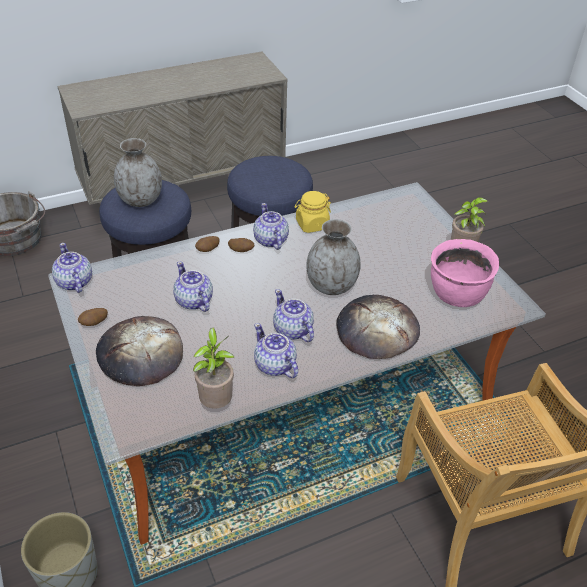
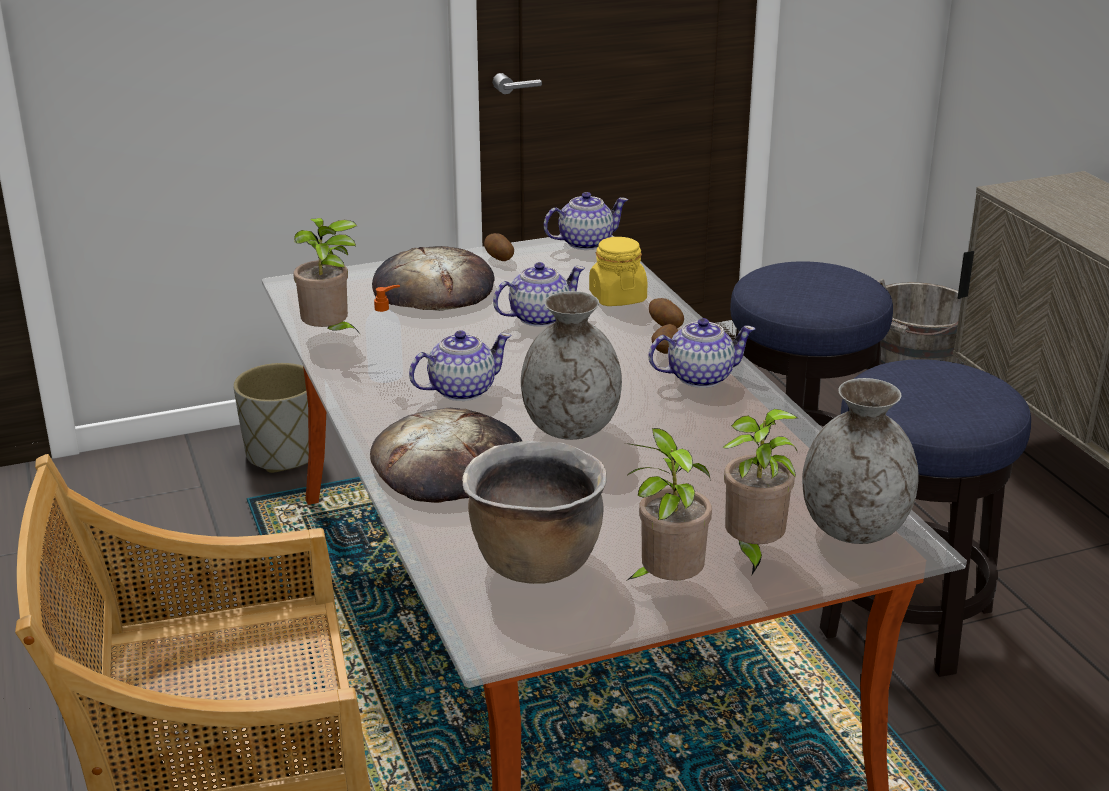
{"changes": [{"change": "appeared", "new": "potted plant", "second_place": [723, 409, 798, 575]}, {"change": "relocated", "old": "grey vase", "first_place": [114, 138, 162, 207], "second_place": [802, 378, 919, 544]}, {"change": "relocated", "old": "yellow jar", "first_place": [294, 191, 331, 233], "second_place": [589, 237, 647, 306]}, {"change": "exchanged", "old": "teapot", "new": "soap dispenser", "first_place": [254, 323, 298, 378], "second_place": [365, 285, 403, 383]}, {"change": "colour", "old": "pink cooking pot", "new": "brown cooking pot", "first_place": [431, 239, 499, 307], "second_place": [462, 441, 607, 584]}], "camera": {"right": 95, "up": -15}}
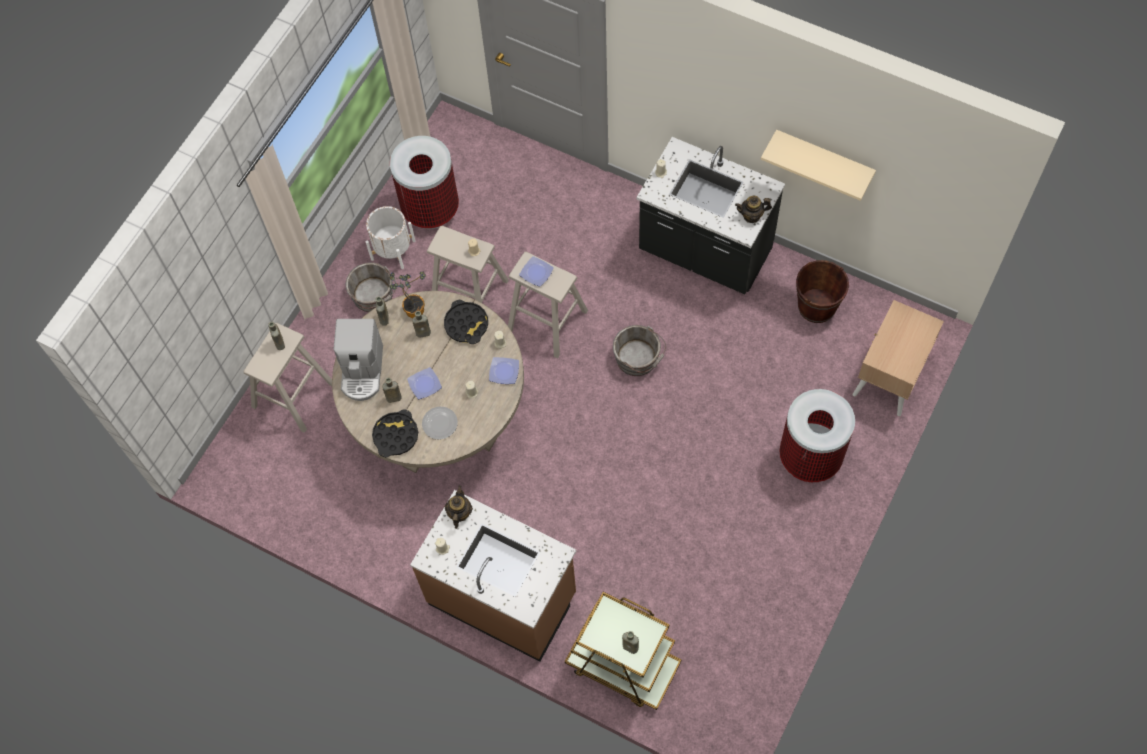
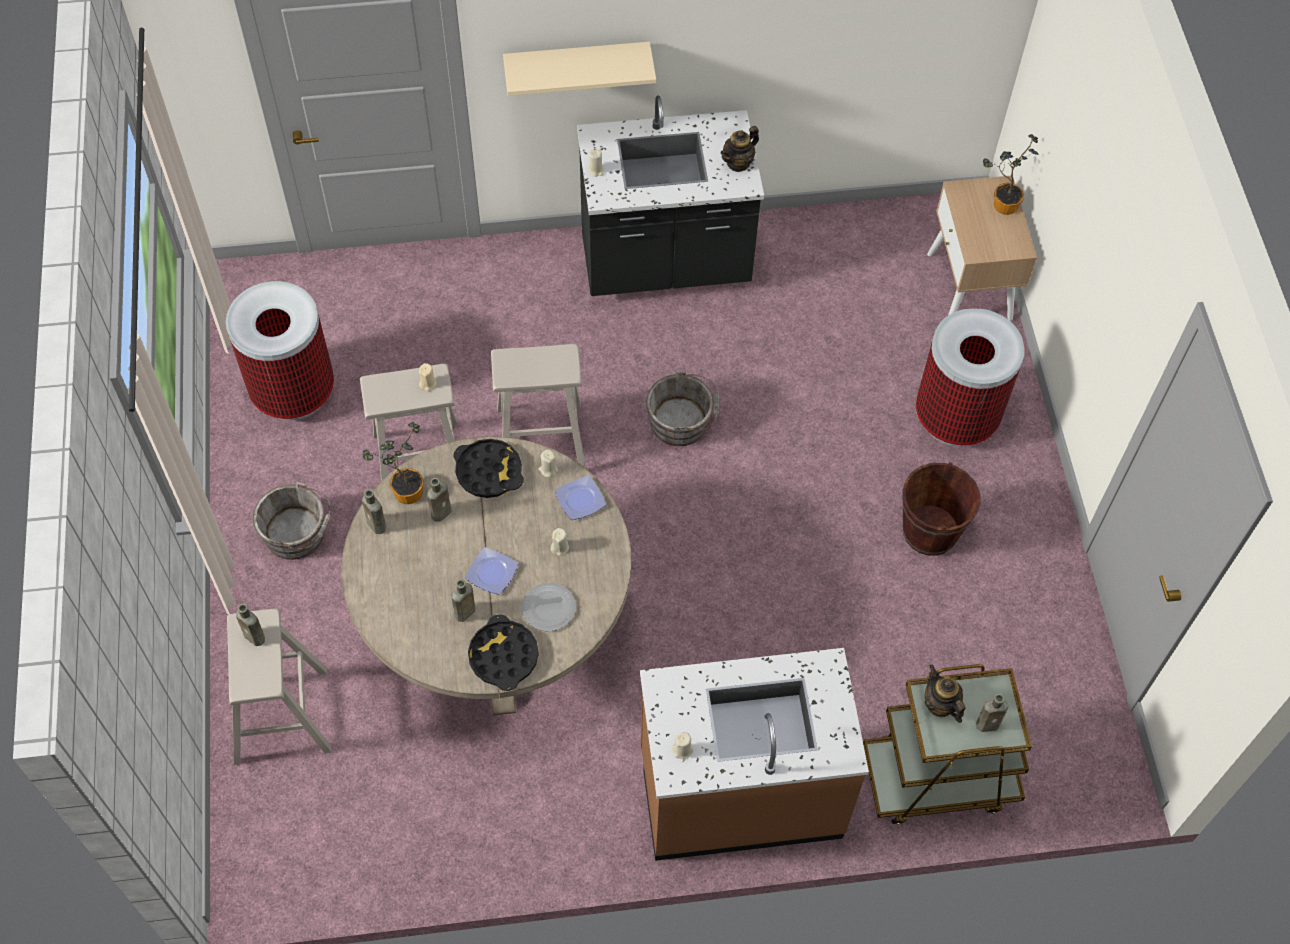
{"changes": [{"change": "missing", "old": "coffee machine", "first_place": [334, 319, 383, 401]}, {"change": "missing", "old": "white planter", "first_place": [366, 206, 416, 269]}, {"change": "missing", "old": "plate", "first_place": [519, 256, 554, 287]}, {"change": "appeared", "new": "potted plant", "second_place": [983, 134, 1039, 215]}, {"change": "relocated", "old": "teapot", "first_place": [445, 485, 473, 529], "second_place": [924, 665, 965, 723]}, {"change": "relocated", "old": "beige shelf", "first_place": [761, 130, 876, 201], "second_place": [503, 42, 656, 96]}, {"change": "relocated", "old": "brown bucket", "first_place": [796, 260, 849, 323], "second_place": [902, 462, 981, 556]}], "camera": {"right": -40, "up": -5}}
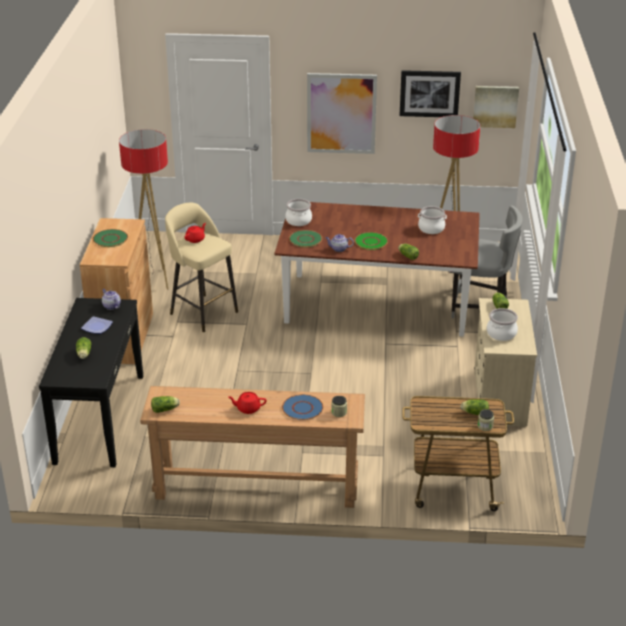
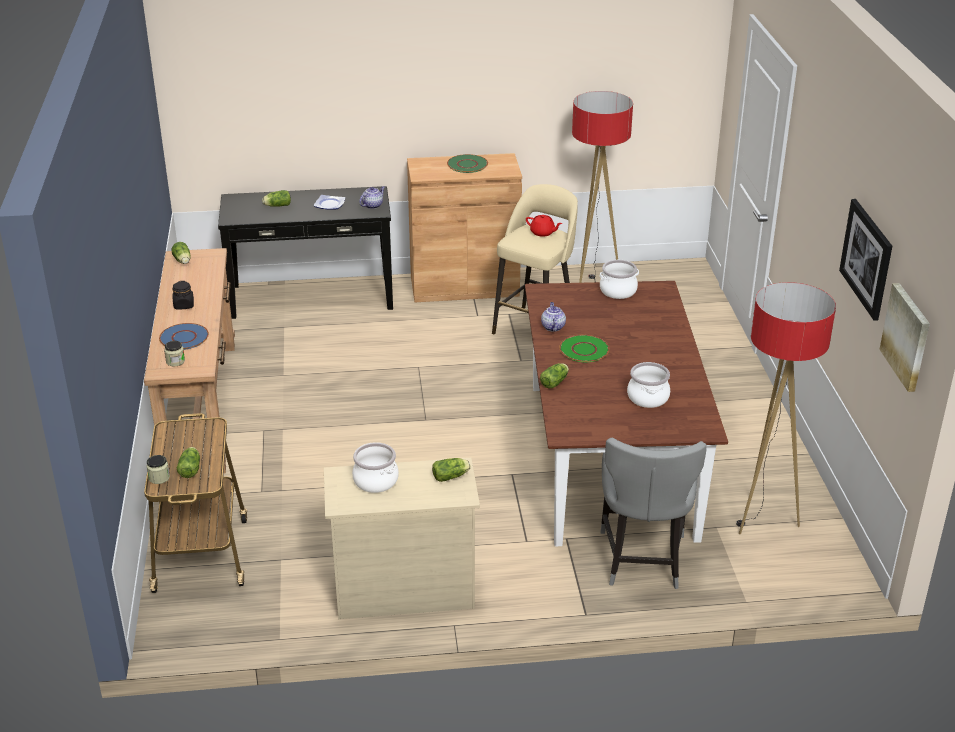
{"changes": [{"change": "missing", "old": "green plate", "first_place": [289, 230, 323, 247]}, {"change": "missing", "old": "picture", "first_place": [307, 73, 377, 154]}, {"change": "exchanged", "old": "red teapot", "new": "black jar", "first_place": [228, 392, 267, 414], "second_place": [172, 281, 194, 309]}], "camera": {"right": 80, "up": 0}}
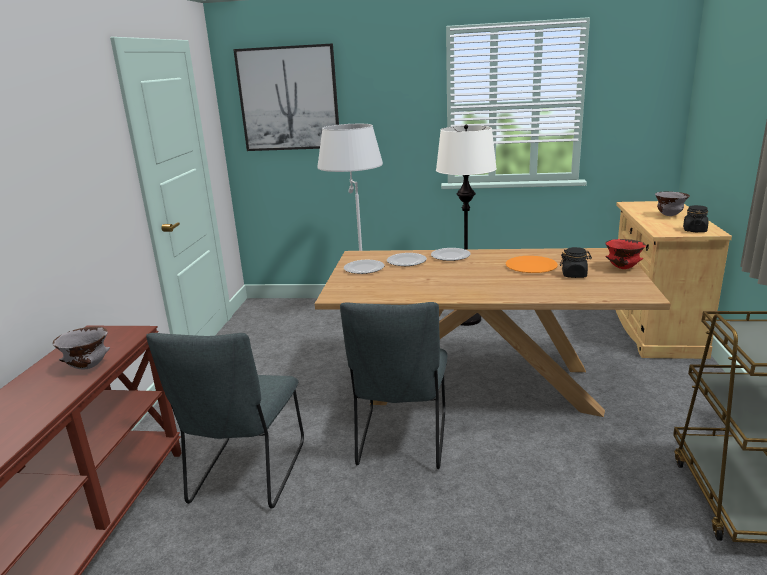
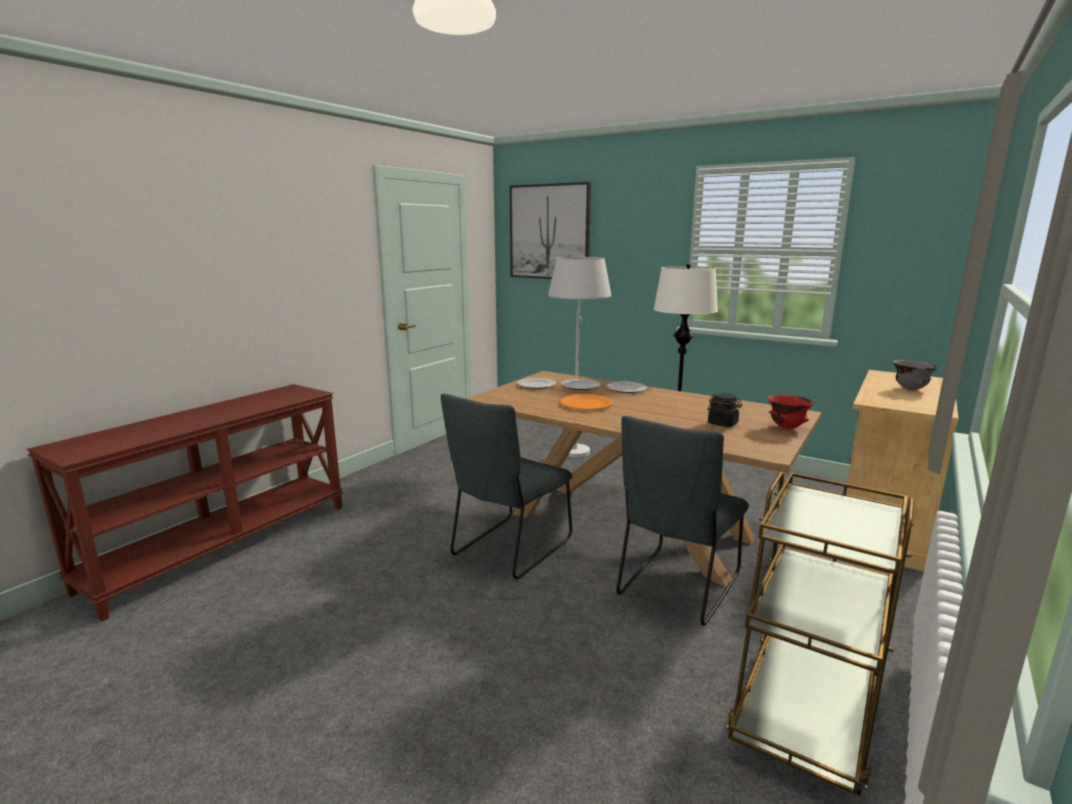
{"changes": [{"change": "missing", "old": "grey bowl", "first_place": [53, 326, 110, 369]}, {"change": "missing", "old": "black jar", "first_place": [683, 205, 708, 232]}, {"change": "relocated", "old": "grey chair", "first_place": [146, 333, 304, 509], "second_place": [616, 416, 749, 626]}, {"change": "relocated", "old": "orange plate", "first_place": [506, 256, 558, 273], "second_place": [560, 394, 613, 410]}], "camera": {"right": 25, "up": -5}}
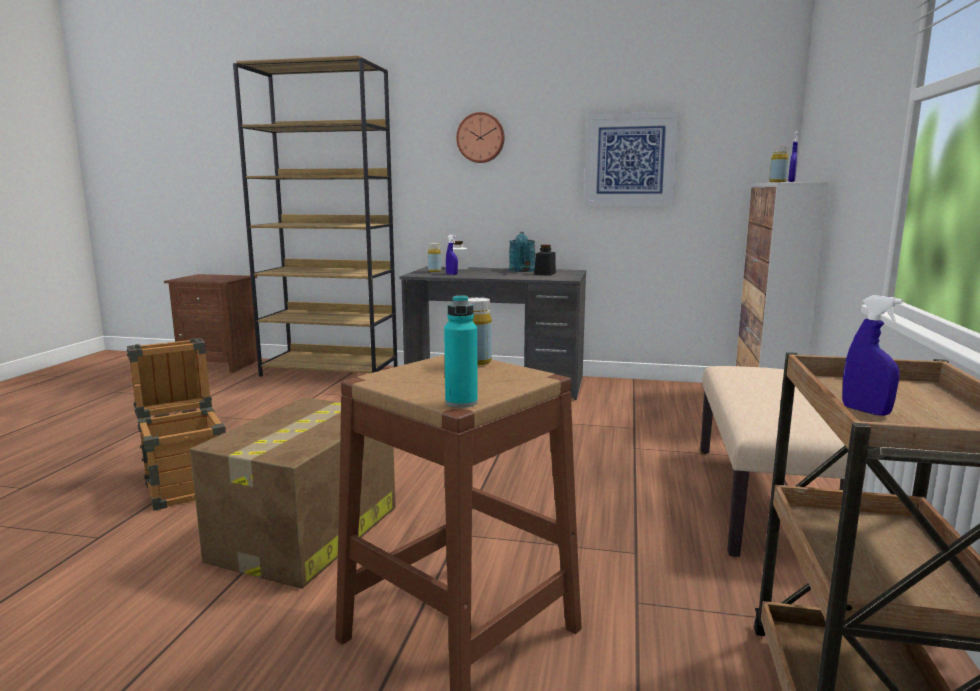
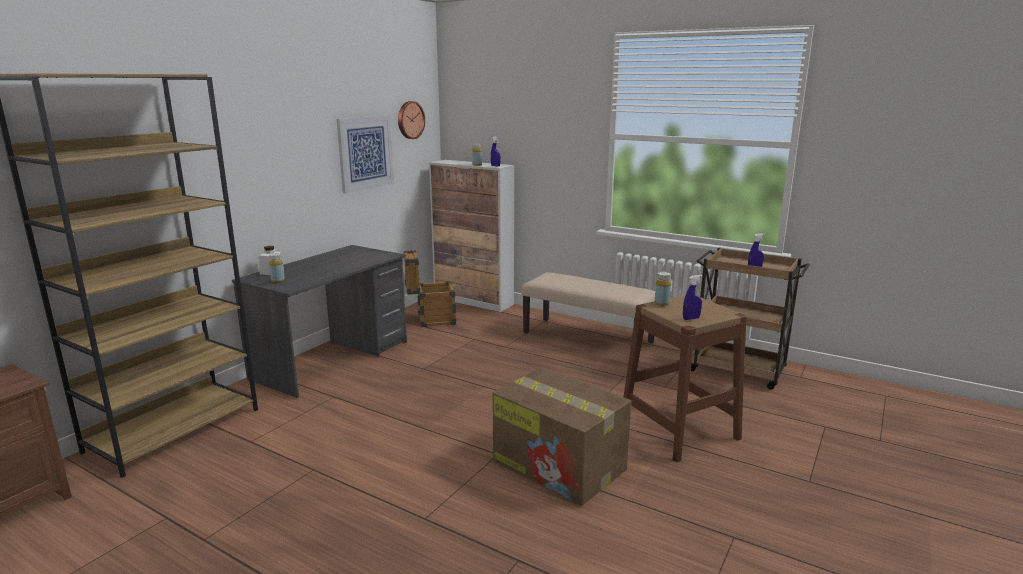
{"changes": [{"change": "missing", "old": "turquoise bottle", "first_place": [444, 295, 478, 408]}, {"change": "missing", "old": "turquoise watering can", "first_place": [509, 232, 535, 272]}, {"change": "missing", "old": "black jar", "first_place": [534, 245, 556, 276]}, {"change": "relocated", "old": "crate", "first_place": [127, 338, 226, 511], "second_place": [403, 250, 456, 327]}, {"change": "relocated", "old": "blue spray bottle", "first_place": [446, 235, 458, 275], "second_place": [683, 275, 702, 320]}, {"change": "relocated", "old": "wall clock", "first_place": [456, 112, 505, 163], "second_place": [398, 101, 425, 139]}], "camera": {"right": -70, "up": 5}}
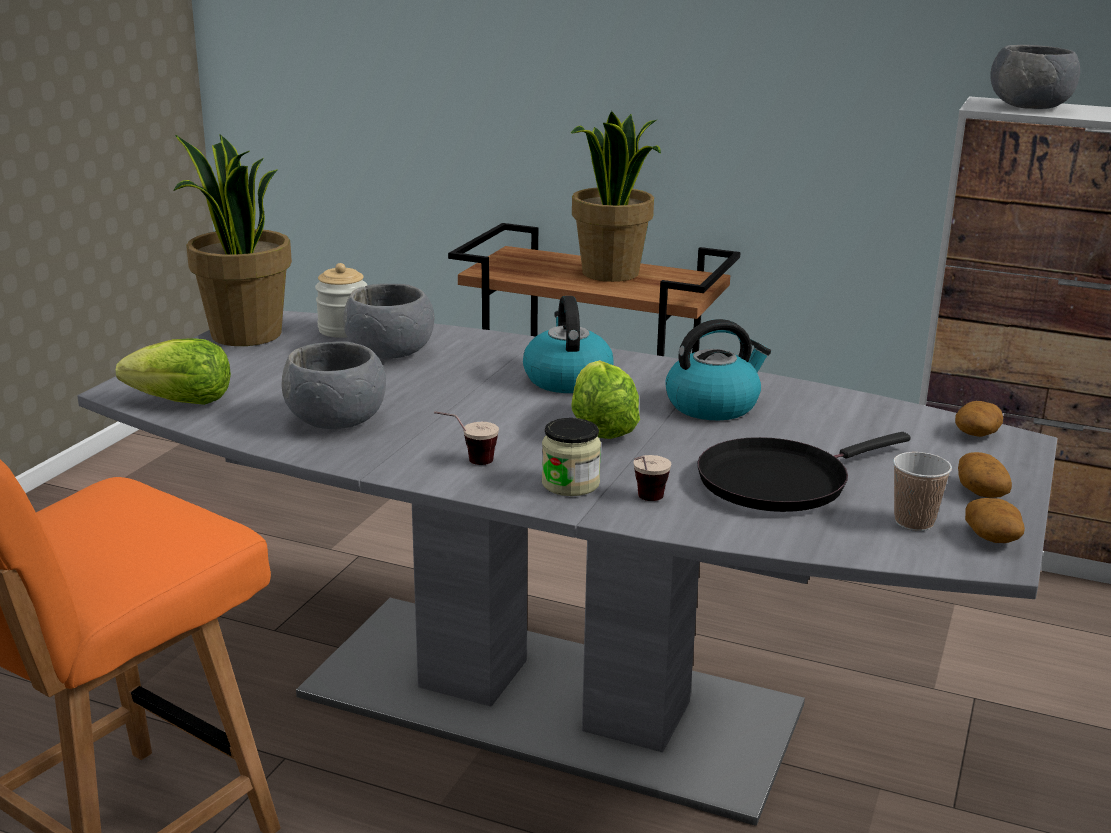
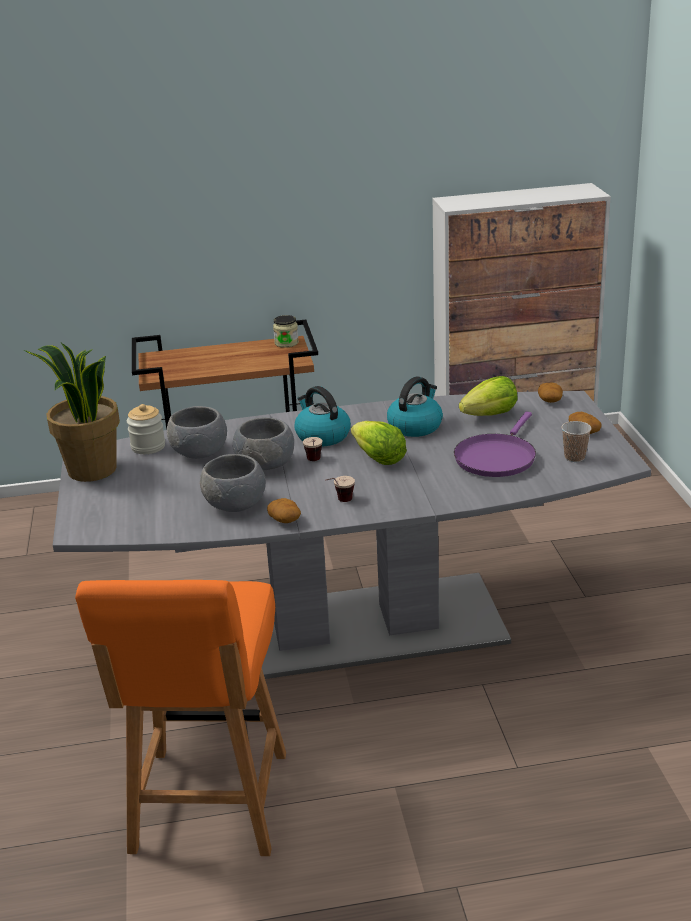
{"changes": [{"change": "missing", "old": "potted plant", "first_place": [571, 111, 661, 282]}, {"change": "relocated", "old": "lettuce", "first_place": [116, 338, 231, 405], "second_place": [459, 376, 518, 416]}, {"change": "relocated", "old": "jar", "first_place": [542, 418, 601, 496], "second_place": [273, 315, 299, 348]}, {"change": "relocated", "old": "cup", "first_place": [634, 455, 671, 501], "second_place": [303, 437, 323, 461]}, {"change": "relocated", "old": "potato", "first_place": [965, 498, 1025, 543], "second_place": [267, 498, 301, 523]}, {"change": "relocated", "old": "grey bowl", "first_place": [990, 45, 1080, 109], "second_place": [233, 417, 294, 470]}, {"change": "colour", "old": "black frying pan", "new": "purple frying pan", "first_place": [697, 432, 910, 512], "second_place": [454, 412, 536, 477]}], "camera": {"right": -30, "up": 5}}
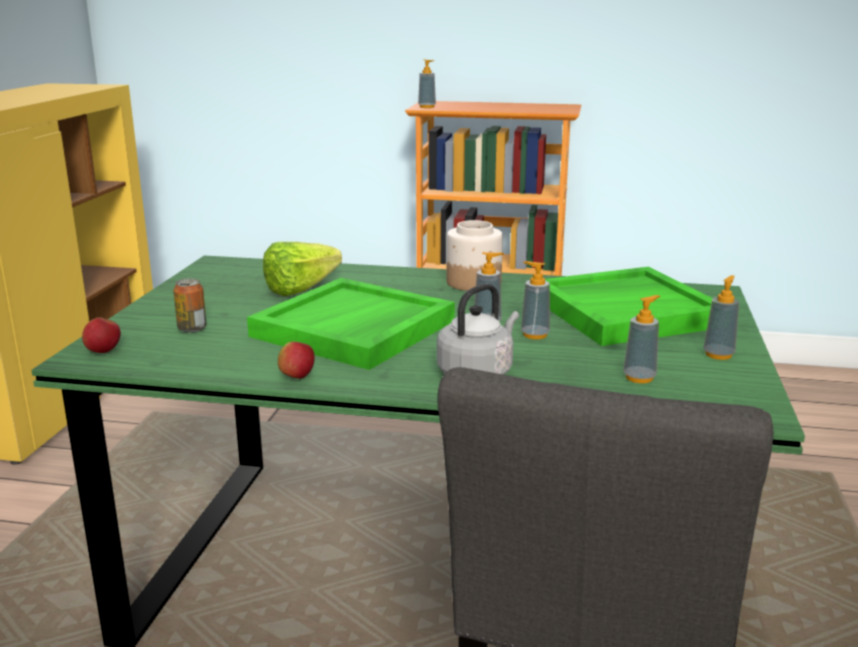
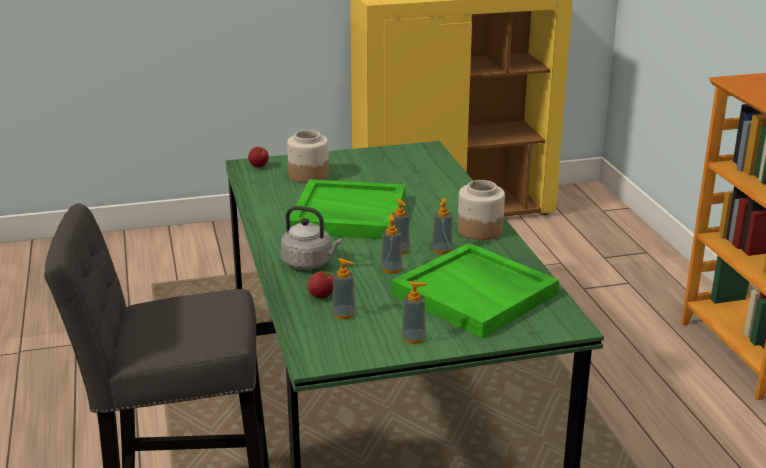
{"changes": [{"change": "missing", "old": "lettuce", "first_place": [263, 242, 342, 296]}, {"change": "relocated", "old": "apple", "first_place": [278, 342, 315, 379], "second_place": [308, 271, 333, 298]}, {"change": "relocated", "old": "soap dispenser", "first_place": [418, 59, 436, 108], "second_place": [432, 198, 453, 254]}, {"change": "exchanged", "old": "can", "new": "jar", "first_place": [173, 278, 206, 333], "second_place": [287, 130, 329, 183]}], "camera": {"right": 65, "up": 5}}
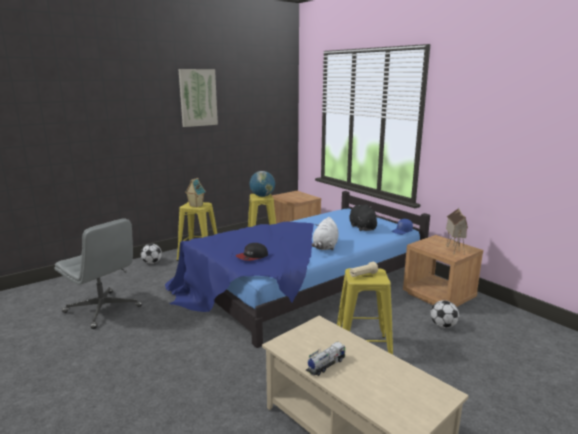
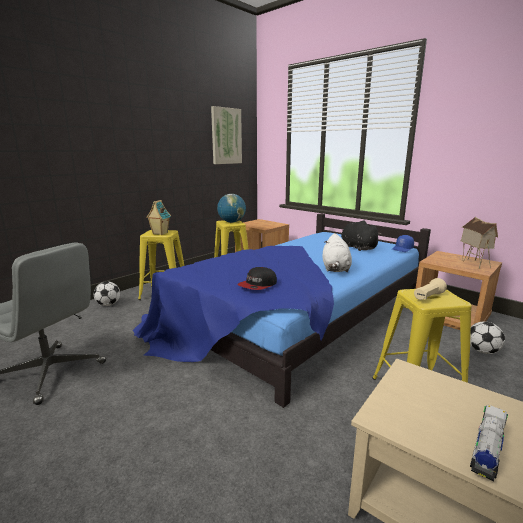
{"changes": [{"change": "relocated", "old": "picture", "first_place": [178, 69, 218, 127], "second_place": [211, 106, 242, 164]}], "camera": {"right": -10, "up": 0}}
